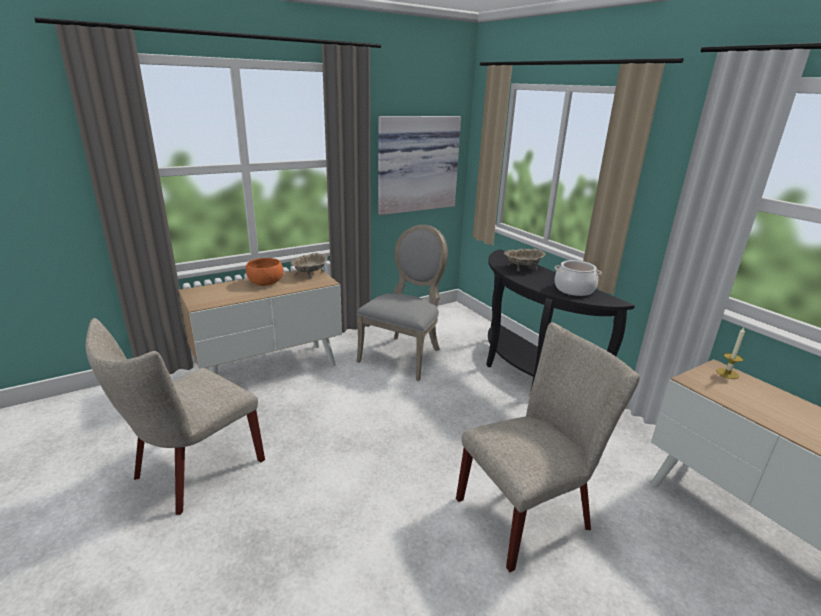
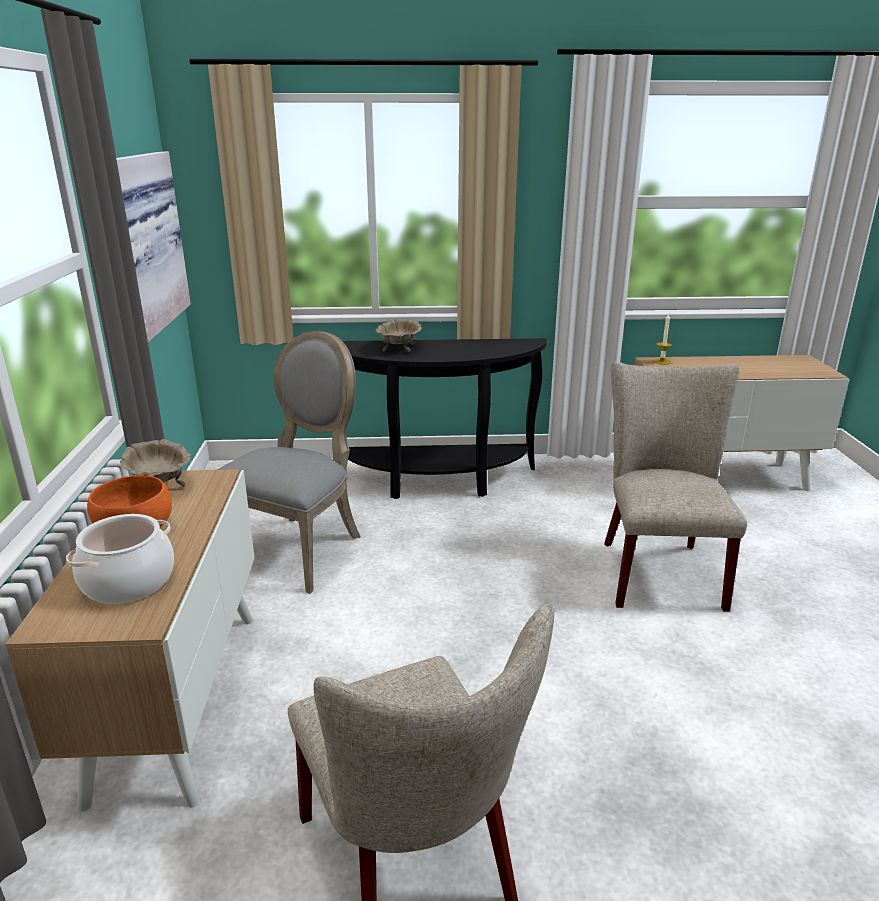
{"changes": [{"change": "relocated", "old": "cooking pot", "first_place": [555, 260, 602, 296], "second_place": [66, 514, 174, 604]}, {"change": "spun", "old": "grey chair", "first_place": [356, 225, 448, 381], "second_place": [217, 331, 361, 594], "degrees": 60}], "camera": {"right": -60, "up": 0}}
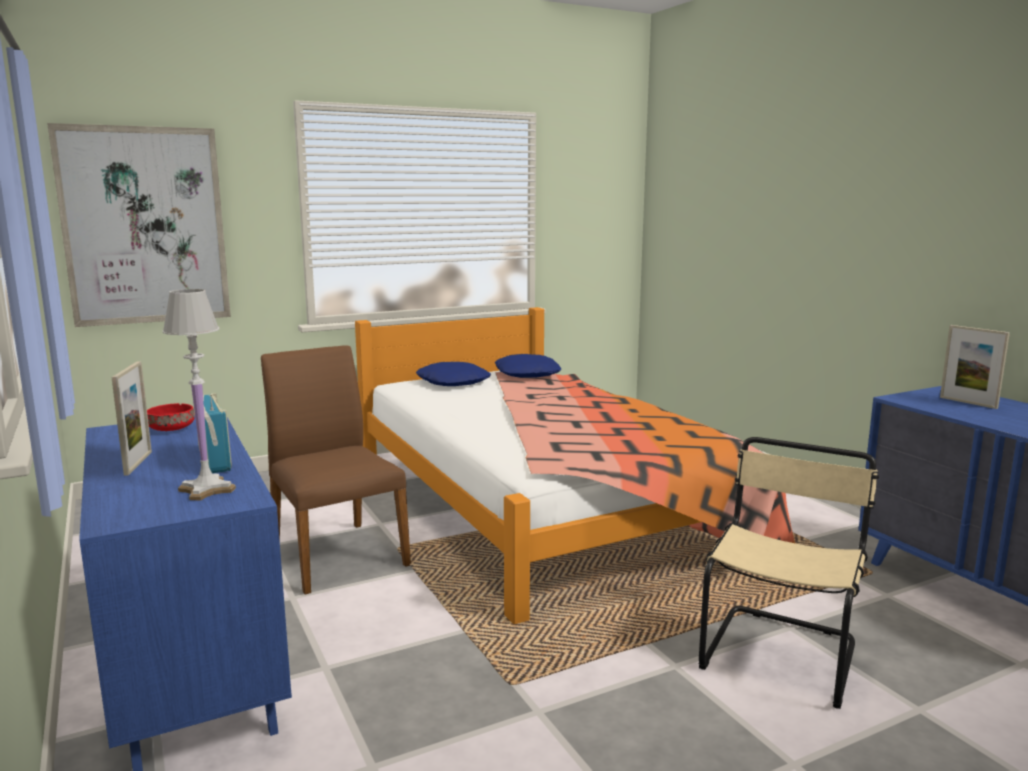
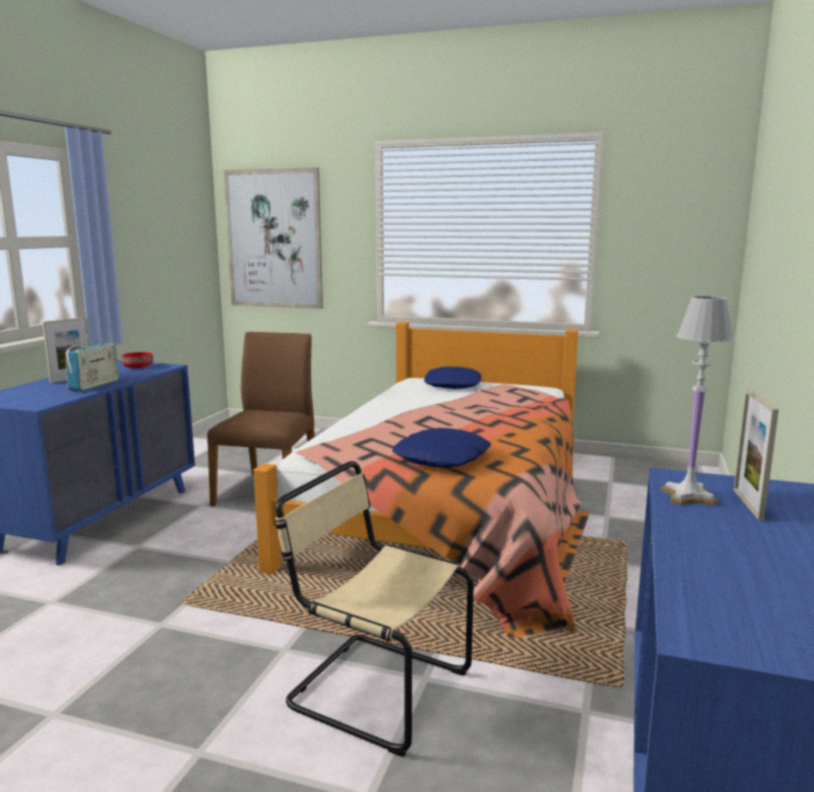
{"changes": [{"change": "relocated", "old": "white table lamp", "first_place": [163, 289, 236, 500], "second_place": [661, 296, 734, 506]}, {"change": "relocated", "old": "blue pillow", "first_place": [495, 354, 561, 378], "second_place": [392, 428, 491, 468]}, {"change": "spun", "old": "beige chair", "first_place": [699, 437, 879, 709], "second_place": [275, 461, 474, 757], "degrees": -135}], "camera": {"right": 45, "up": 0}}
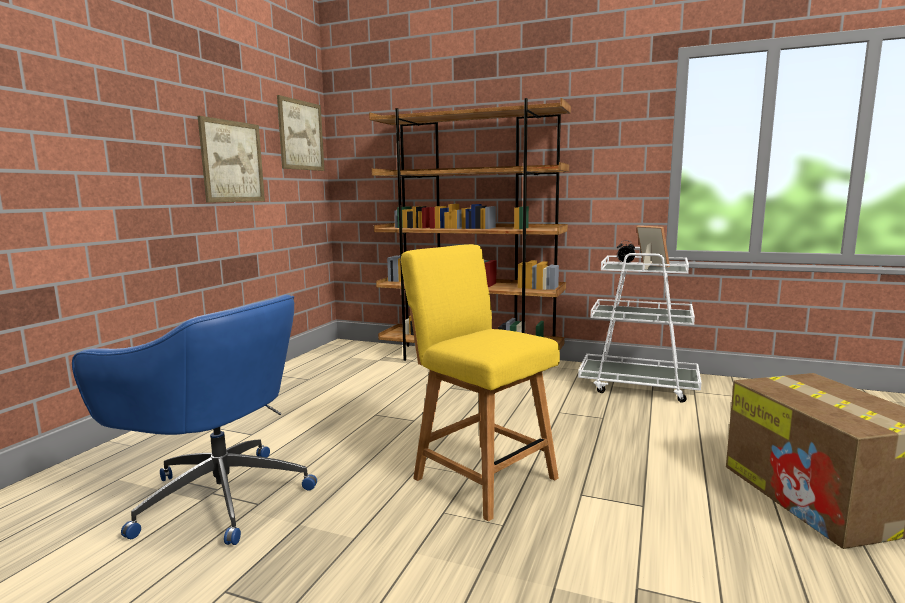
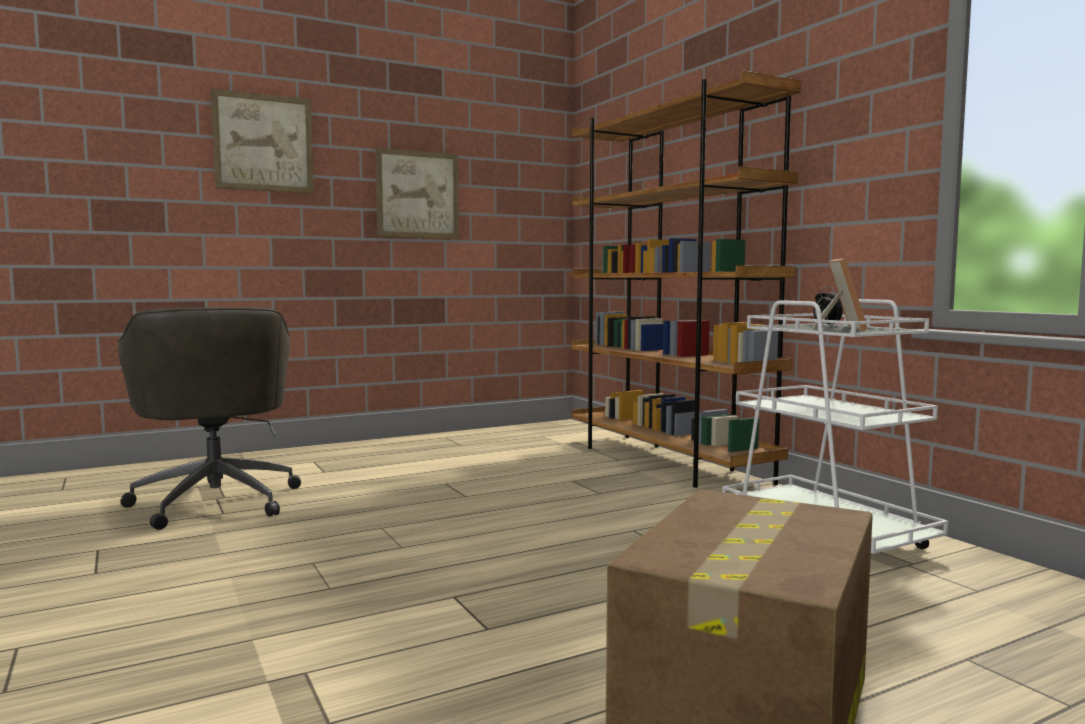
{"changes": [{"change": "missing", "old": "yellow chair", "first_place": [401, 244, 560, 521]}, {"change": "relocated", "old": "picture", "first_place": [277, 95, 325, 171], "second_place": [211, 89, 314, 193]}, {"change": "colour", "old": "blue office chair", "new": "grey office chair", "first_place": [72, 294, 317, 545], "second_place": [118, 307, 301, 530]}], "camera": {"right": 40, "up": -5}}
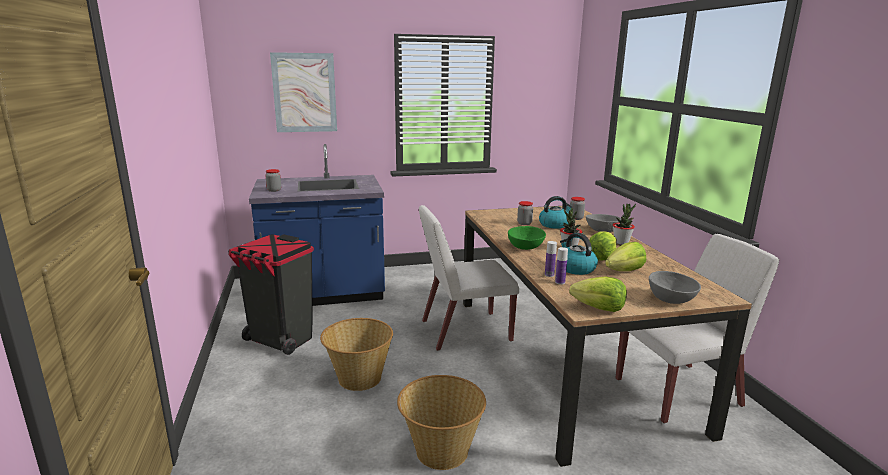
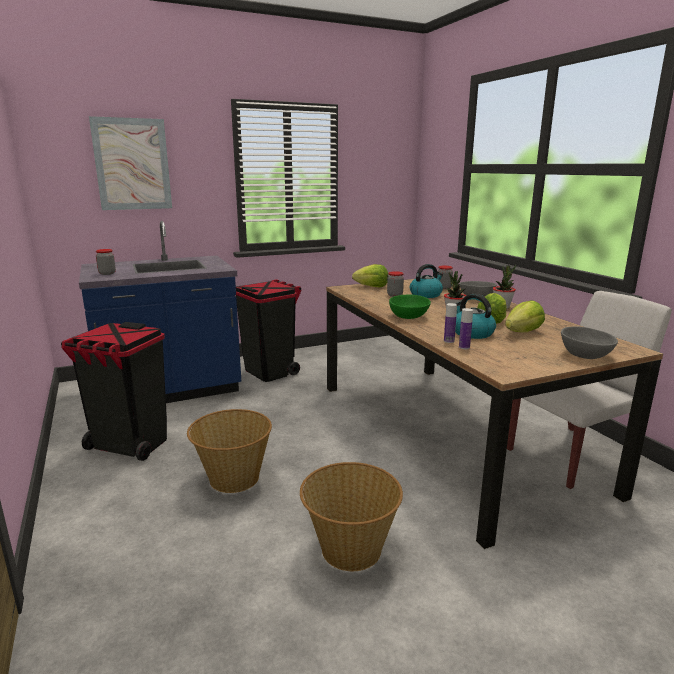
{"changes": [{"change": "missing", "old": "white chair", "first_place": [419, 205, 519, 351]}, {"change": "appeared", "new": "black trash can", "second_place": [236, 279, 302, 382]}, {"change": "relocated", "old": "lettuce", "first_place": [569, 277, 627, 312], "second_place": [352, 264, 388, 287]}], "camera": {"right": -10, "up": 0}}
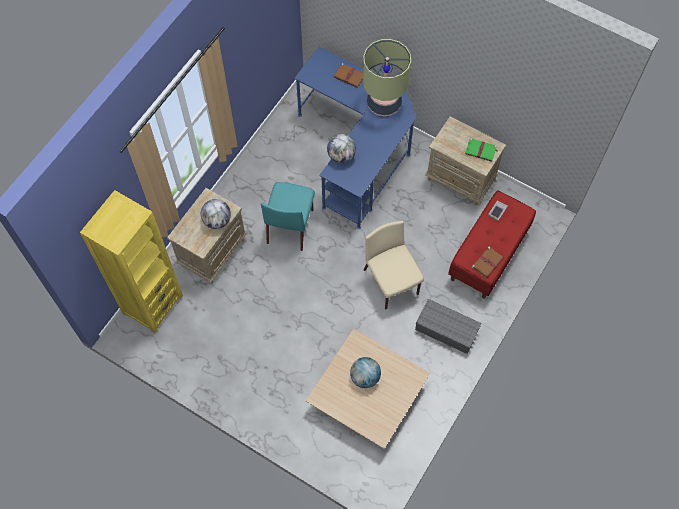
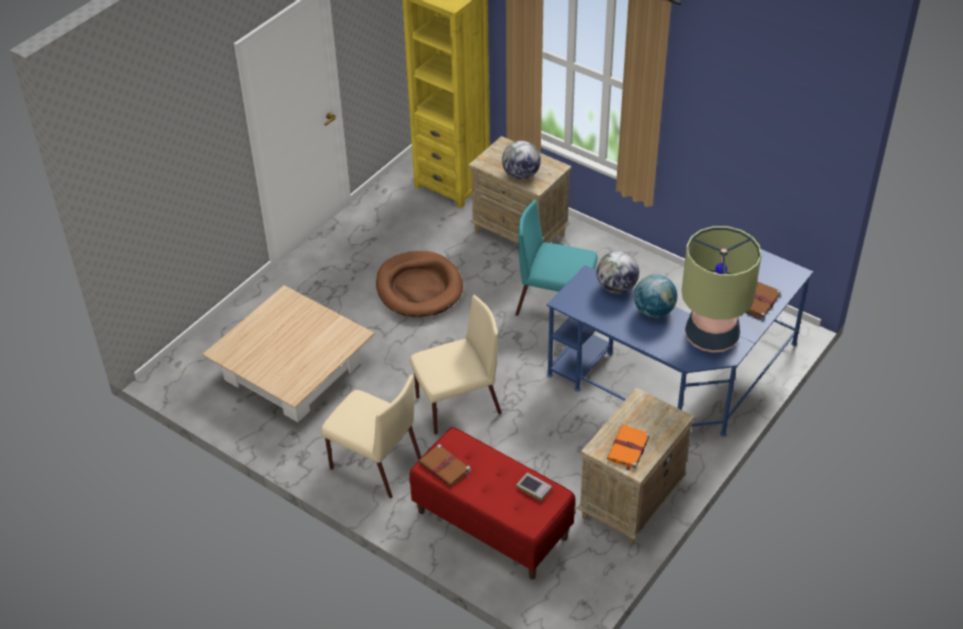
{"changes": [{"change": "appeared", "new": "brown dog bed", "second_place": [376, 251, 463, 317]}, {"change": "relocated", "old": "globe", "first_place": [350, 357, 381, 388], "second_place": [634, 274, 677, 318]}, {"change": "exchanged", "old": "grey storage box", "new": "beige chair", "first_place": [415, 299, 482, 354], "second_place": [321, 375, 421, 498]}, {"change": "colour", "old": "green book", "new": "orange book", "first_place": [465, 138, 498, 162], "second_place": [607, 425, 650, 470]}], "camera": {"right": 95, "up": -20}}
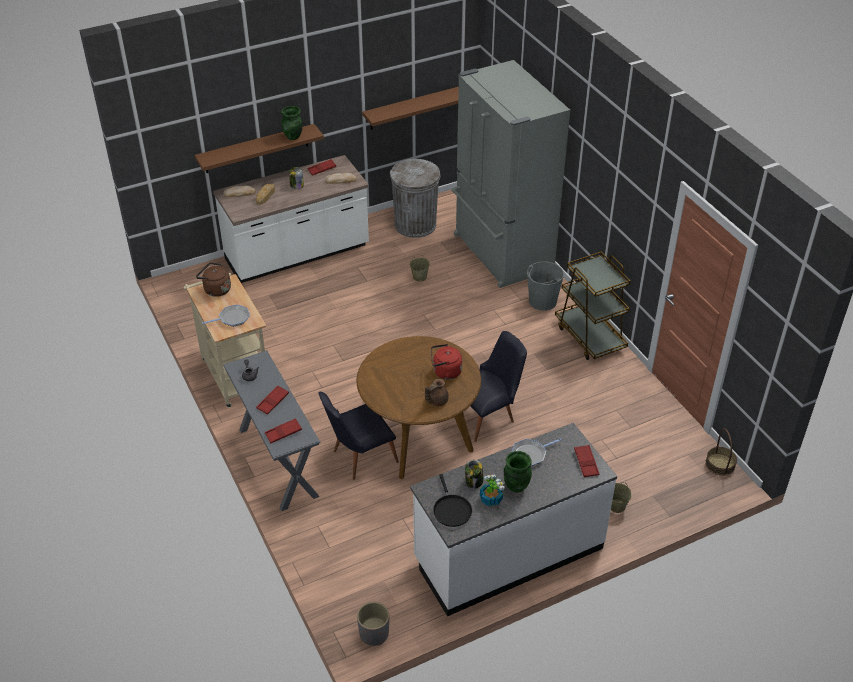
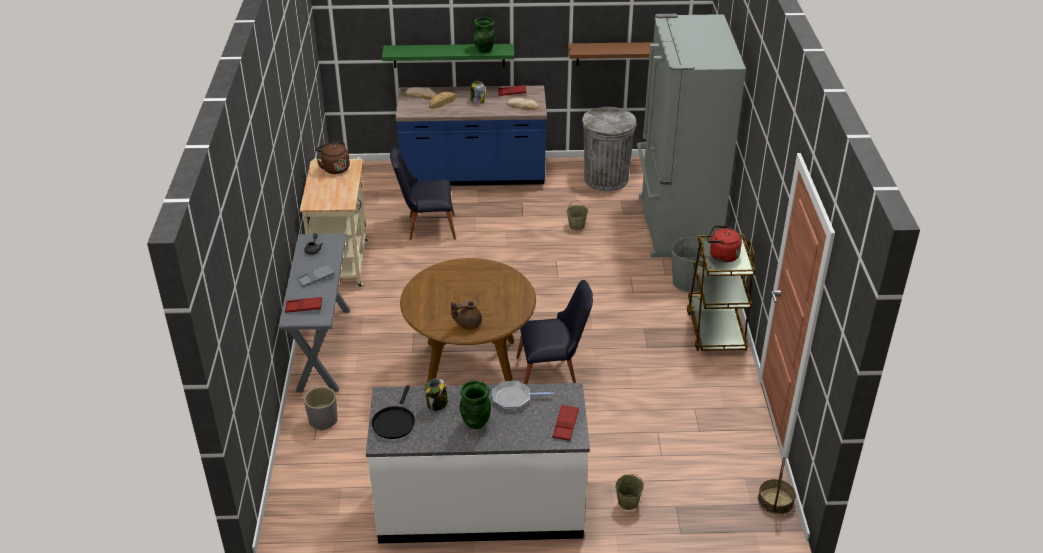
{"changes": [{"change": "missing", "old": "frying pan", "first_place": [202, 304, 250, 327]}, {"change": "missing", "old": "potted plant", "first_place": [480, 474, 505, 506]}, {"change": "relocated", "old": "black chair", "first_place": [319, 391, 399, 480], "second_place": [390, 147, 456, 240]}, {"change": "relocated", "old": "grey planter", "first_place": [357, 602, 389, 646], "second_place": [304, 387, 338, 431]}, {"change": "relocated", "old": "red kettle", "first_place": [431, 344, 462, 379], "second_place": [707, 225, 742, 263]}, {"change": "colour", "old": "brown shelf", "new": "green shelf", "first_place": [195, 124, 324, 173], "second_place": [382, 44, 514, 68]}, {"change": "colour", "old": "white counter", "new": "blue counter", "first_place": [213, 155, 369, 283], "second_place": [396, 86, 547, 186]}, {"change": "colour", "old": "red tray", "new": "grey tray", "first_place": [256, 386, 289, 415], "second_place": [297, 264, 334, 287]}], "camera": {"right": 25, "up": -5}}
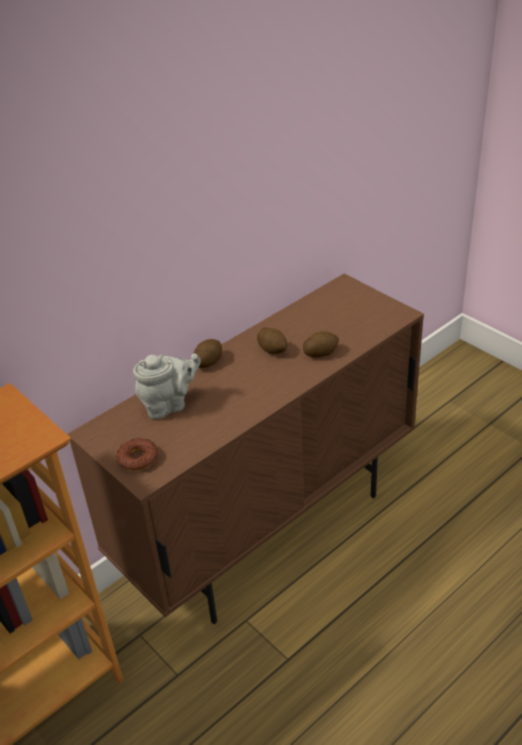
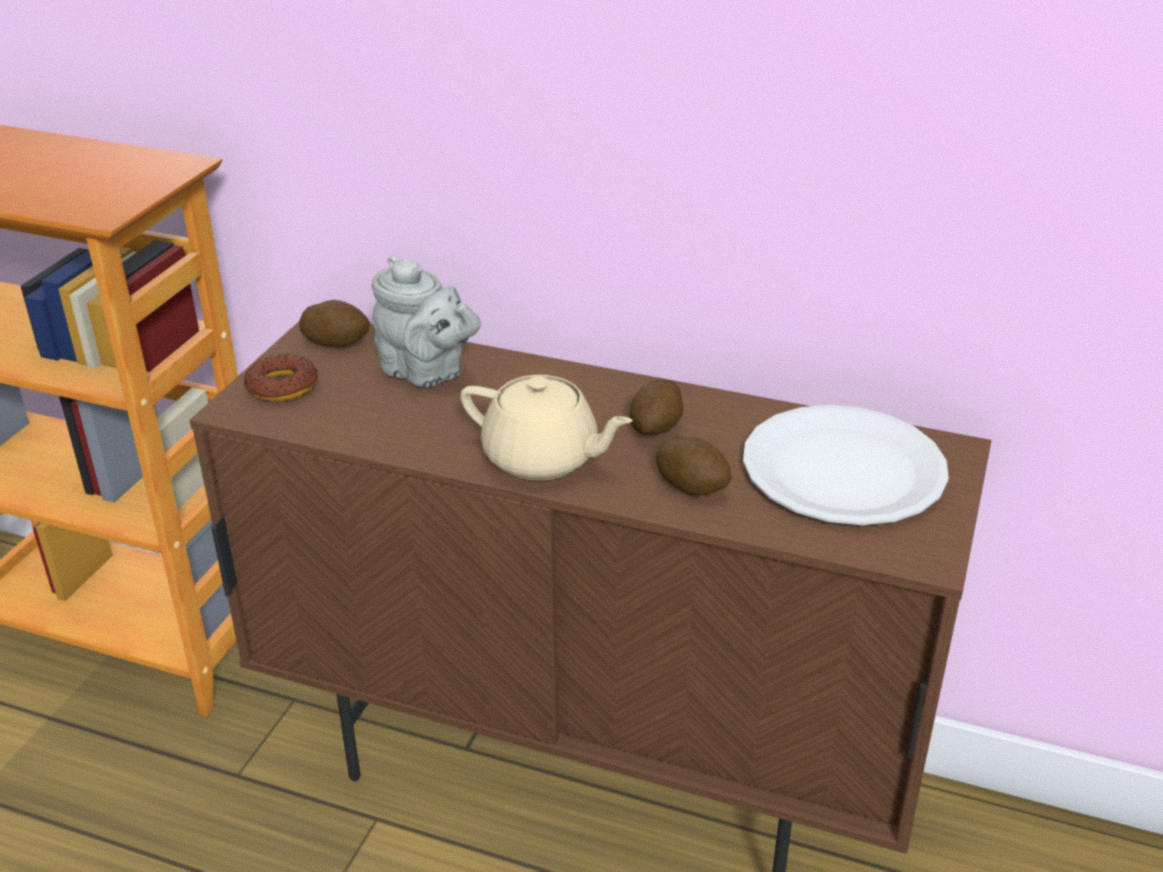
{"changes": [{"change": "appeared", "new": "beige teapot", "second_place": [460, 375, 632, 481]}, {"change": "appeared", "new": "white plate", "second_place": [743, 405, 949, 525]}, {"change": "relocated", "old": "potato", "first_place": [193, 339, 222, 368], "second_place": [299, 300, 370, 347]}], "camera": {"right": 60, "up": -5}}
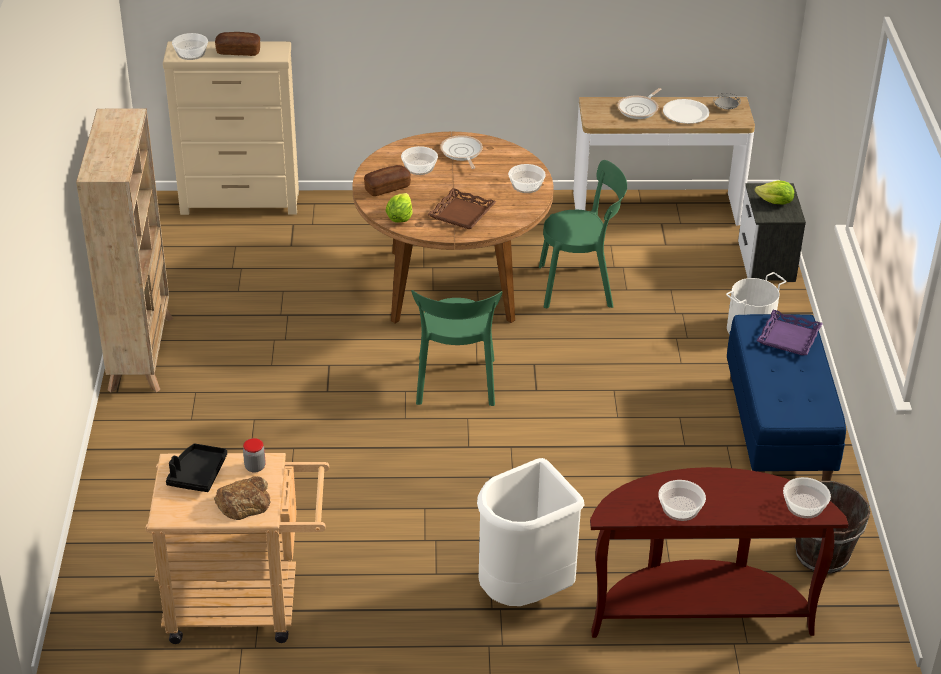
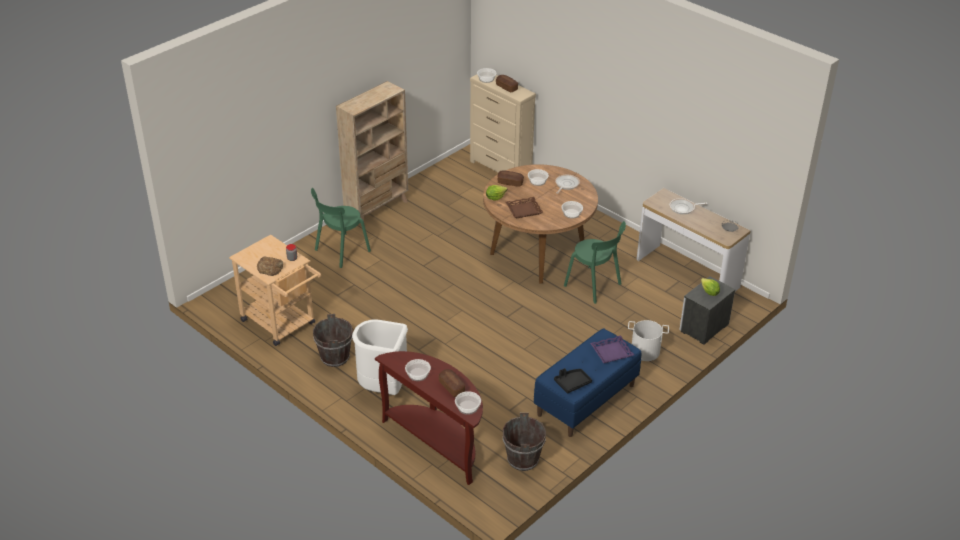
{"changes": [{"change": "missing", "old": "white plate", "first_place": [663, 99, 709, 124]}, {"change": "appeared", "new": "brown bucket", "second_place": [313, 314, 353, 367]}, {"change": "appeared", "new": "bread", "second_place": [438, 369, 465, 397]}, {"change": "relocated", "old": "black tray", "first_place": [166, 444, 227, 492], "second_place": [554, 368, 592, 394]}, {"change": "relocated", "old": "green chair", "first_place": [411, 290, 502, 406], "second_place": [311, 188, 371, 268]}], "camera": {"right": 45, "up": 0}}
